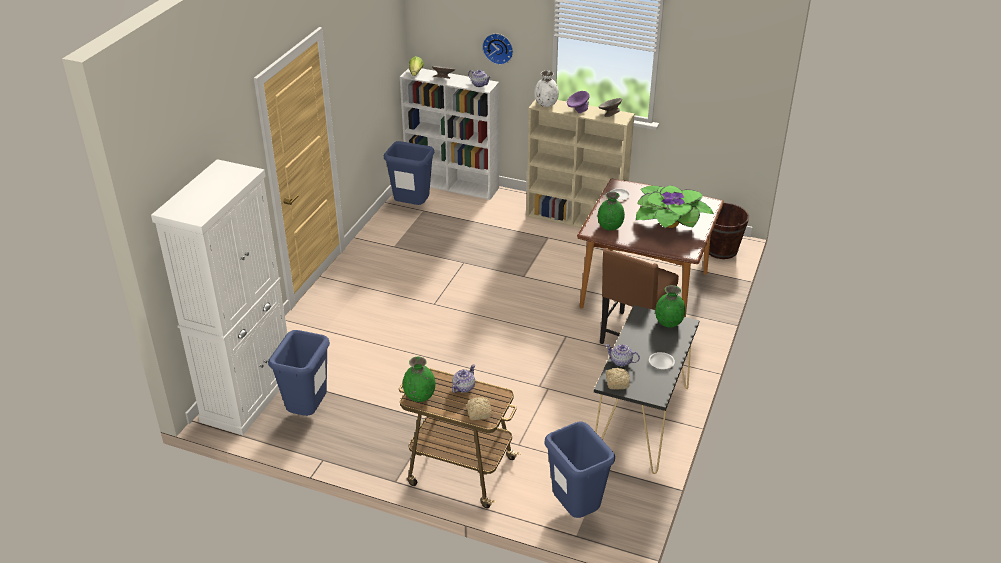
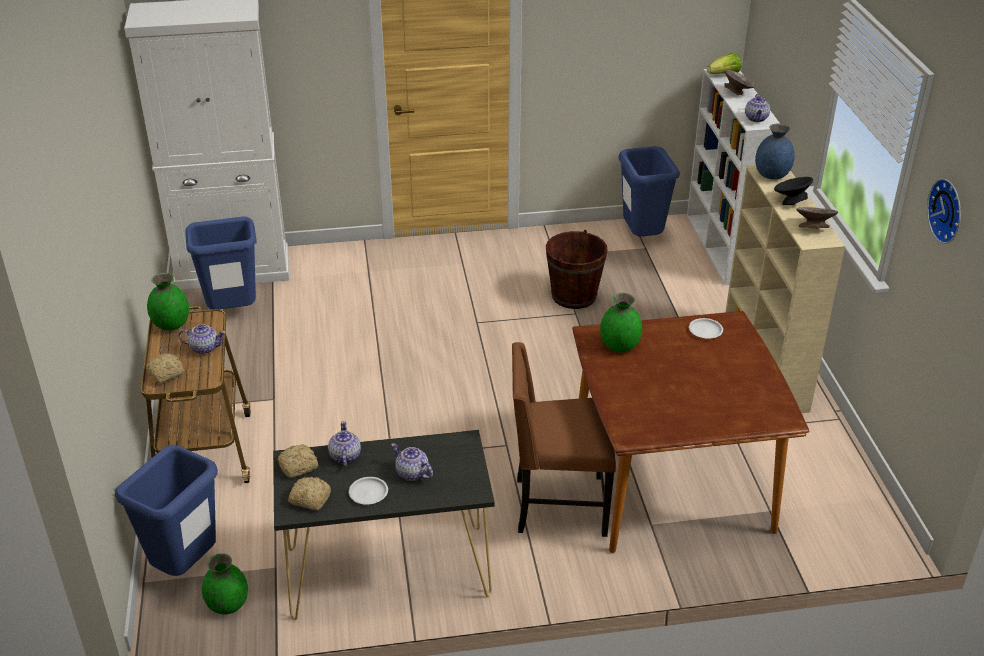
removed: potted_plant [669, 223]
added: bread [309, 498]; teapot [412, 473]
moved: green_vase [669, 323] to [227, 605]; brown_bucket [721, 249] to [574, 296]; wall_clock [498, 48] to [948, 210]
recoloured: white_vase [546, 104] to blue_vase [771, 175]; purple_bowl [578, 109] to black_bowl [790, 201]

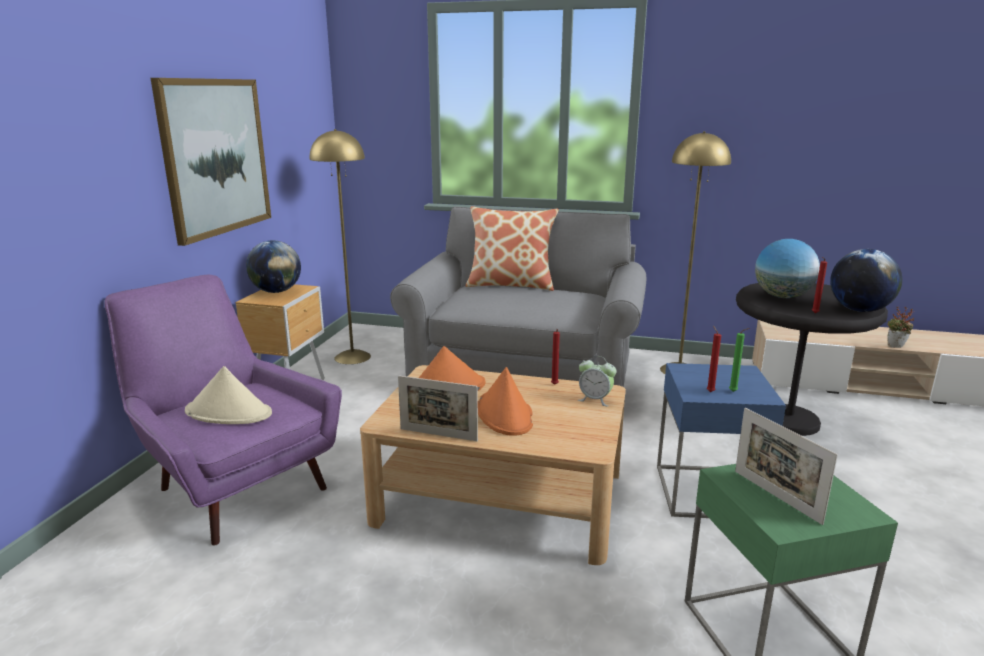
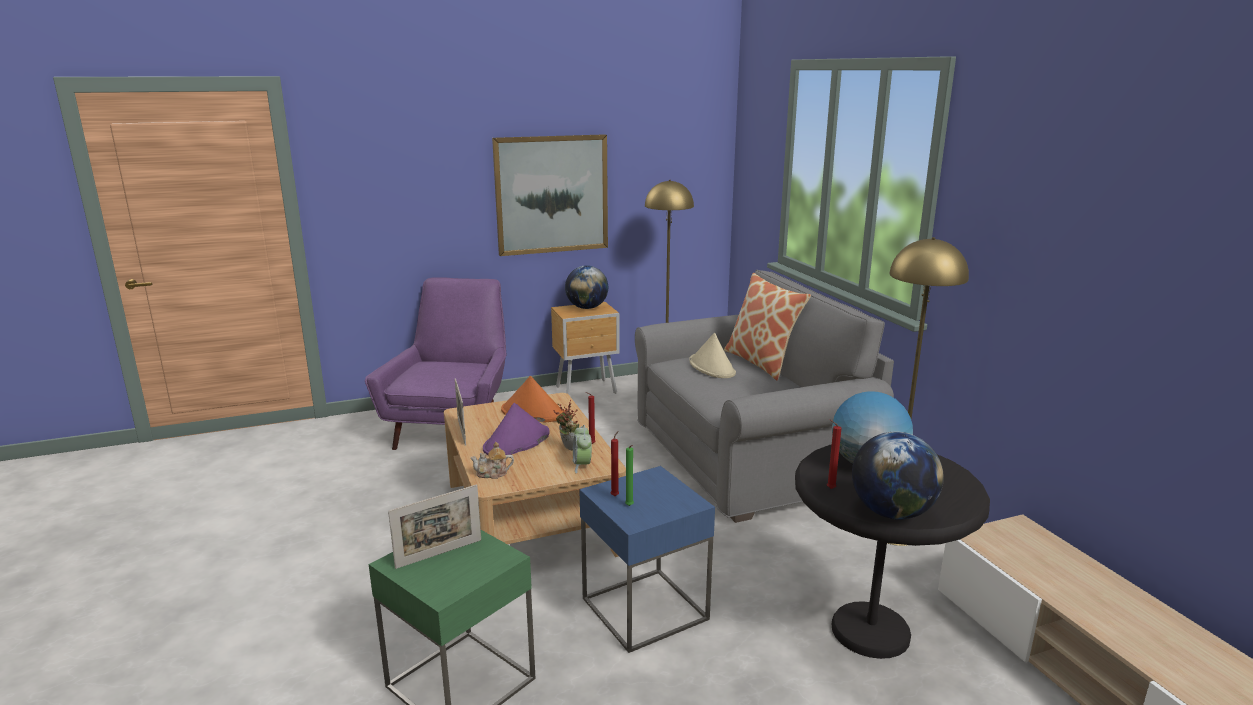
added: teapot [492, 473]
moved: potted_plant [895, 347] to [567, 448]; beige_hat [229, 412] to [712, 367]
recoloured: orange_hat [505, 414] to purple_hat [516, 442]
turned: picture_frame [776, 496] = [439, 554] 150 degrees counterclockwise

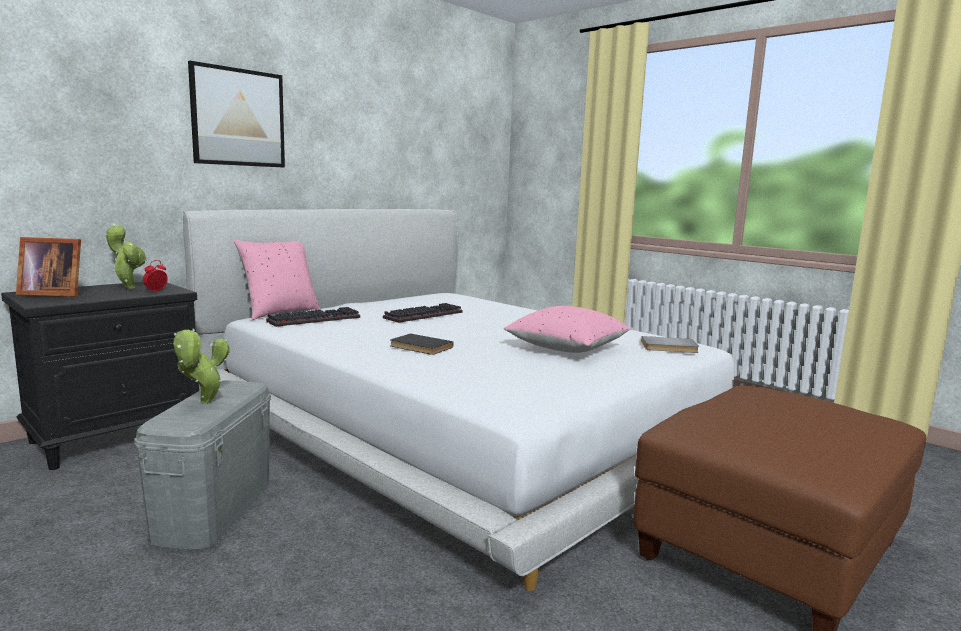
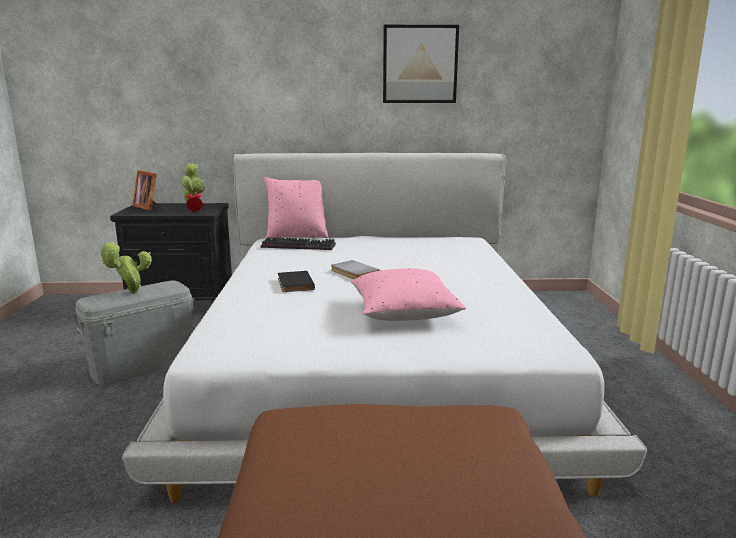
removed: keyboard [423, 315]
moved: grey_book [669, 347] to [353, 272]; picture [238, 117] to [420, 64]

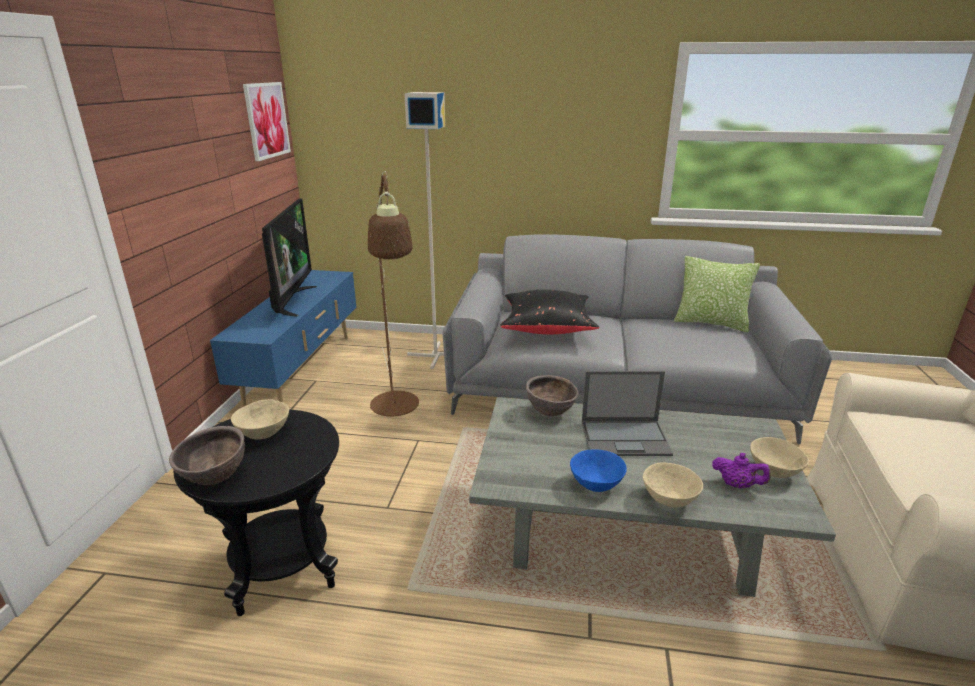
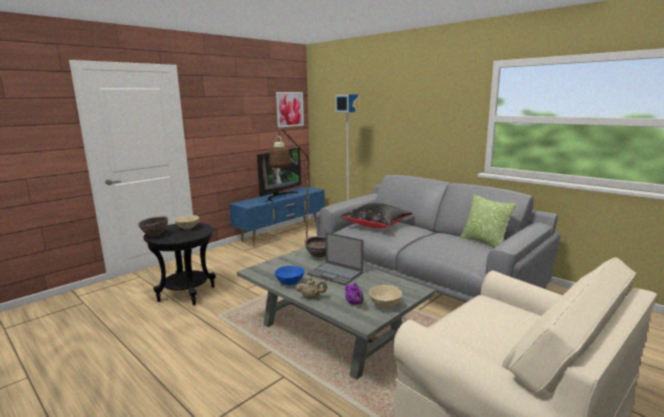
replaced: beige_bowl [669, 500] to beige_teapot [311, 297]

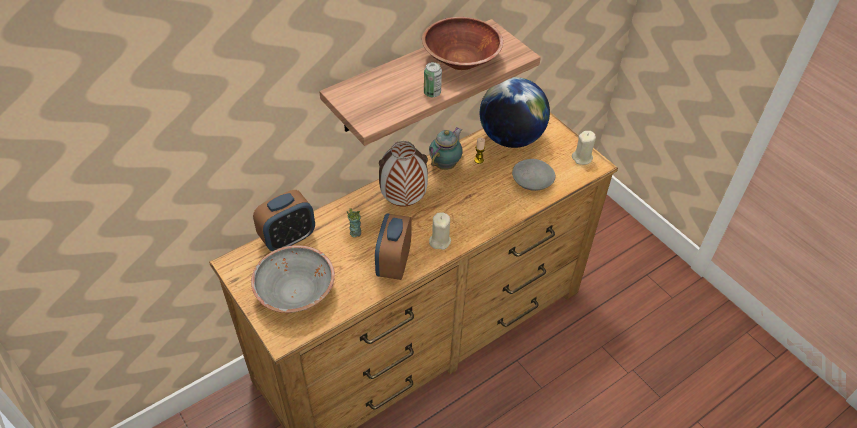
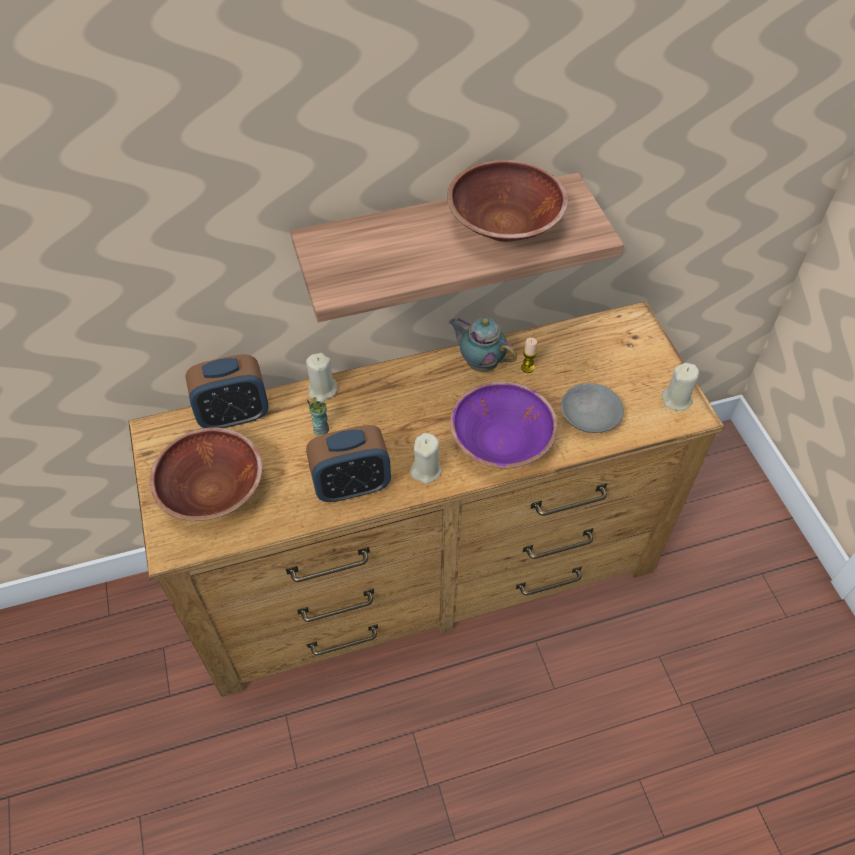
removed: vase [403, 202]; can [432, 93]; globe [511, 138]
added: beige_candle [322, 390]; purple_bowl [502, 442]
recoloured: grey_bowl [296, 292] to brown_bowl [213, 491]
turned: alarm_clock [393, 264] = [352, 486] 135 degrees counterclockwise; teapot [446, 164] = [480, 363] 105 degrees counterclockwise

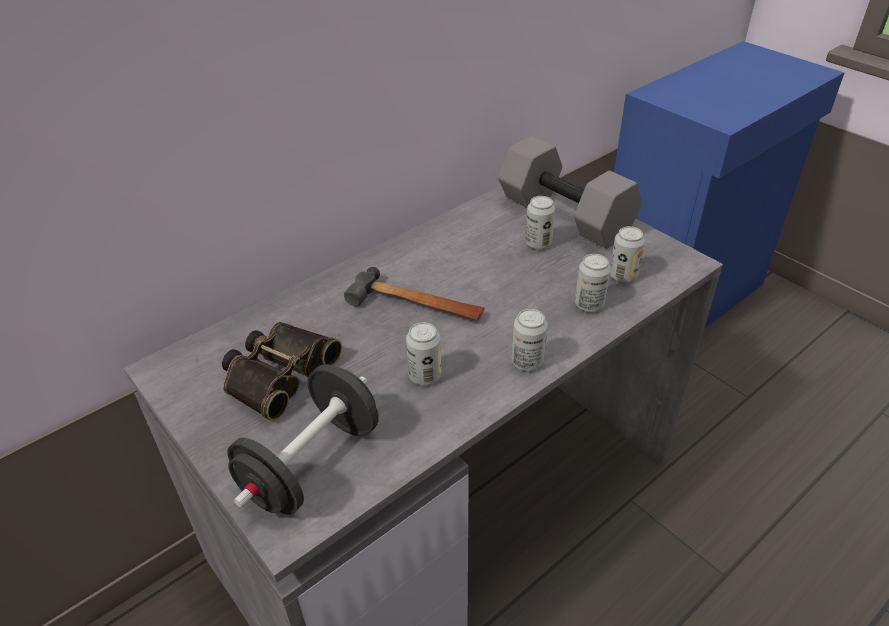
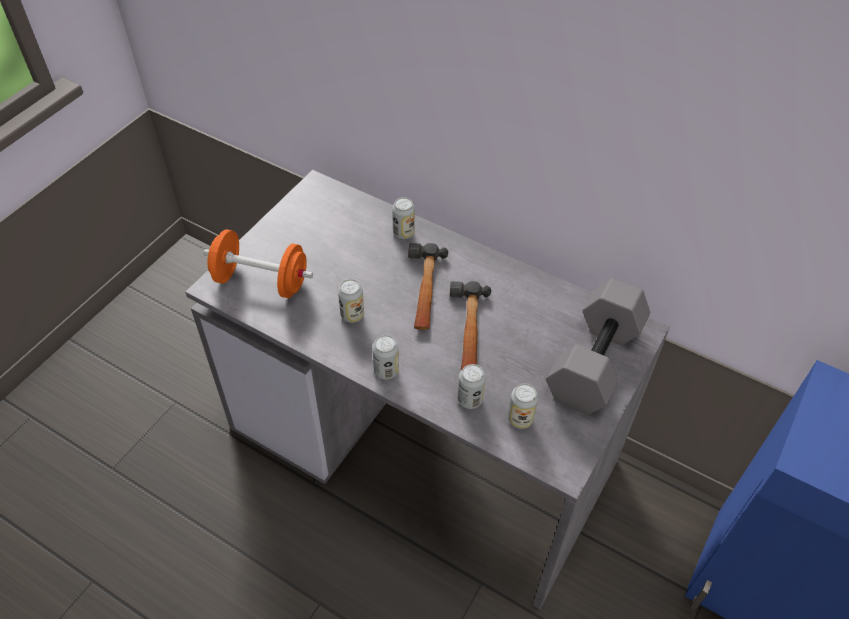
removed: binoculars [278, 374]
added: hammer [468, 331]
moved: can [538, 243] to [403, 233]
recoloured: black_dumbbell [311, 464] to orange_dumbbell [261, 281]

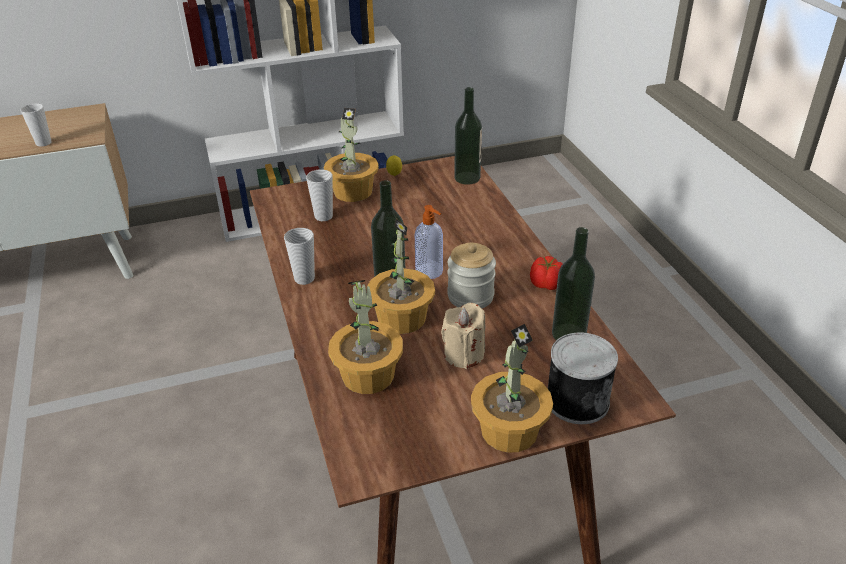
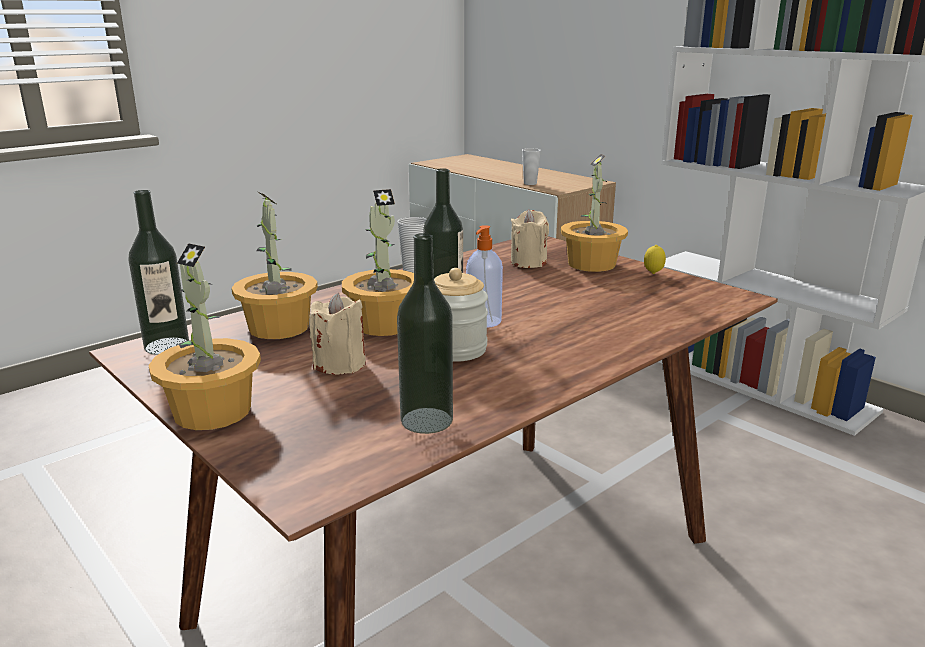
removed: tomato [546, 285]; can [576, 399]
moved: bottle [467, 178] to [167, 346]
replaced: cup [323, 216] to beige_candle [528, 262]

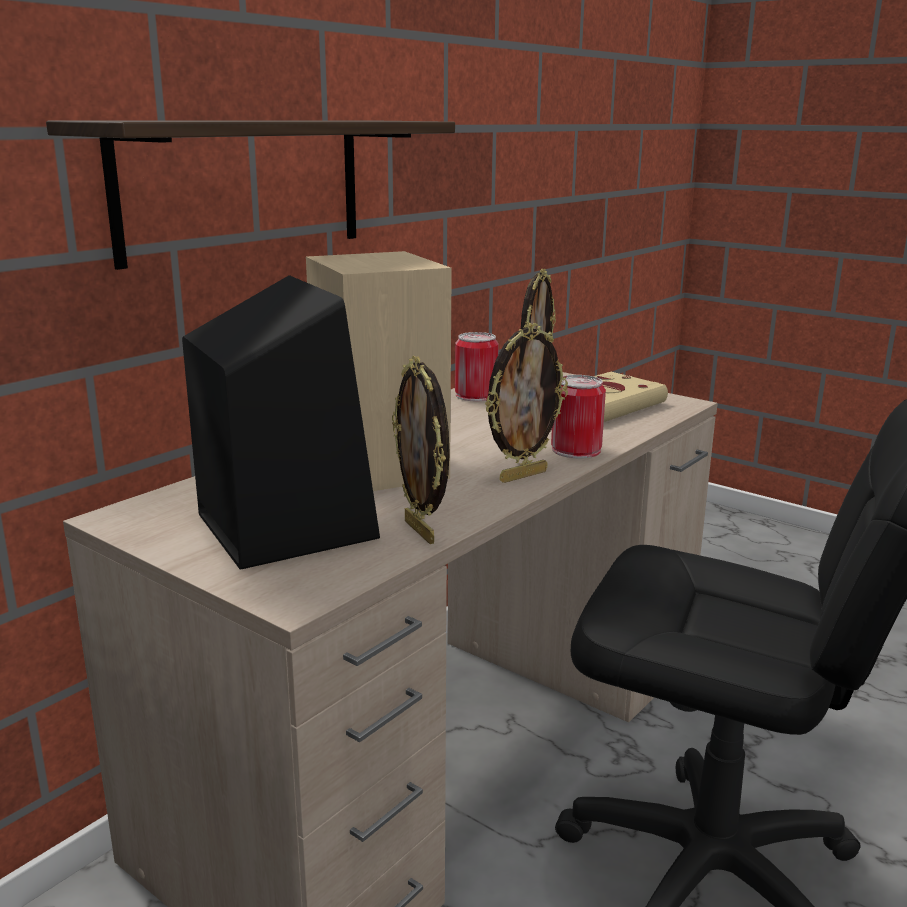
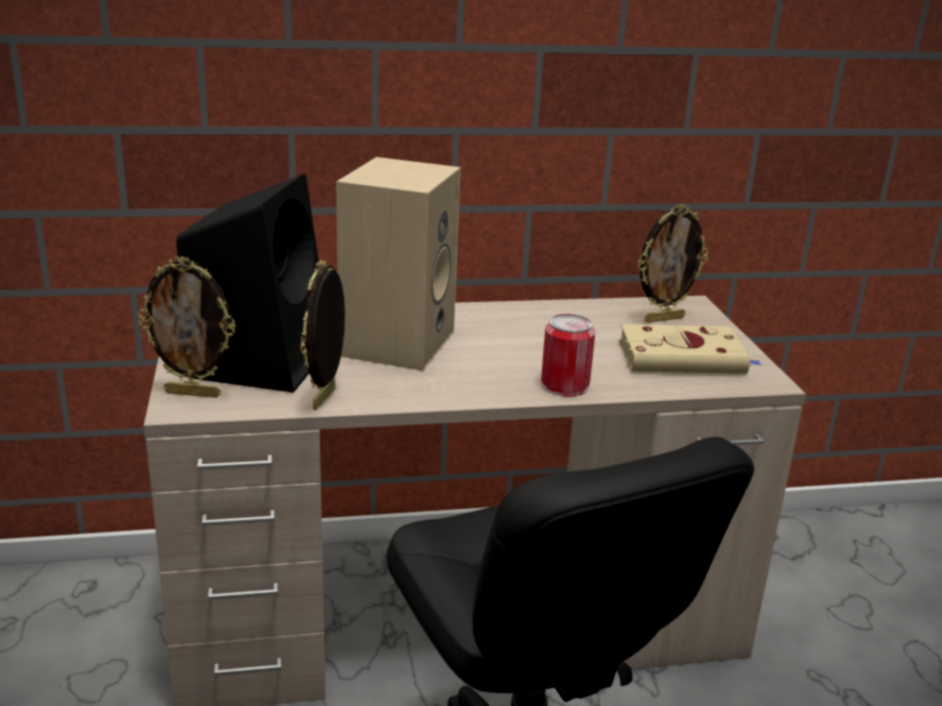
removed: shelf [244, 187]; can [476, 395]
moved: picture_frame [522, 475] to [193, 393]

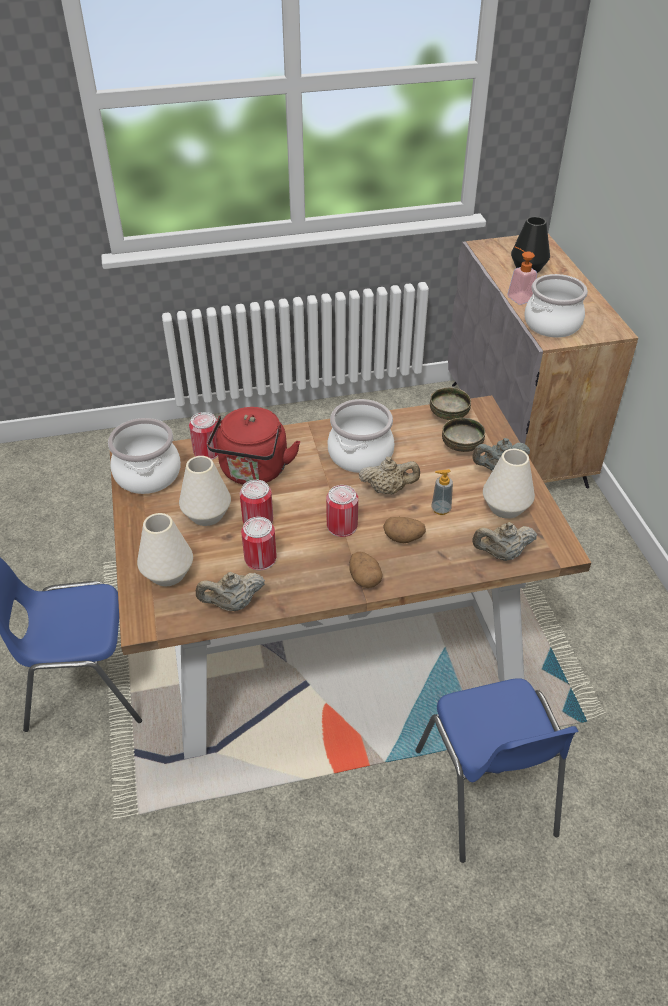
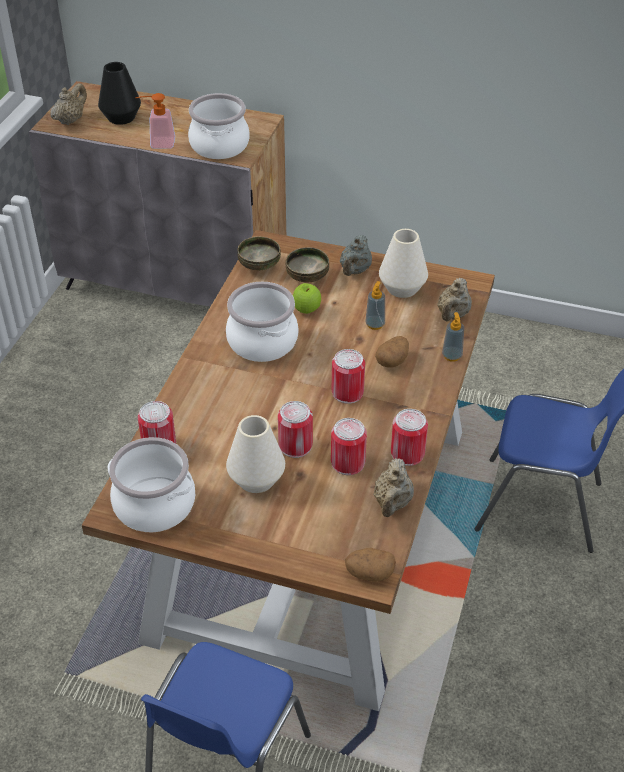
removed: white_vase [168, 573]; red_kettle [253, 472]
added: apple [306, 309]; can [407, 453]; soap_dispenser [452, 356]
moved: beige_teapot [388, 489] to [71, 120]; potato [364, 578] to [369, 573]

